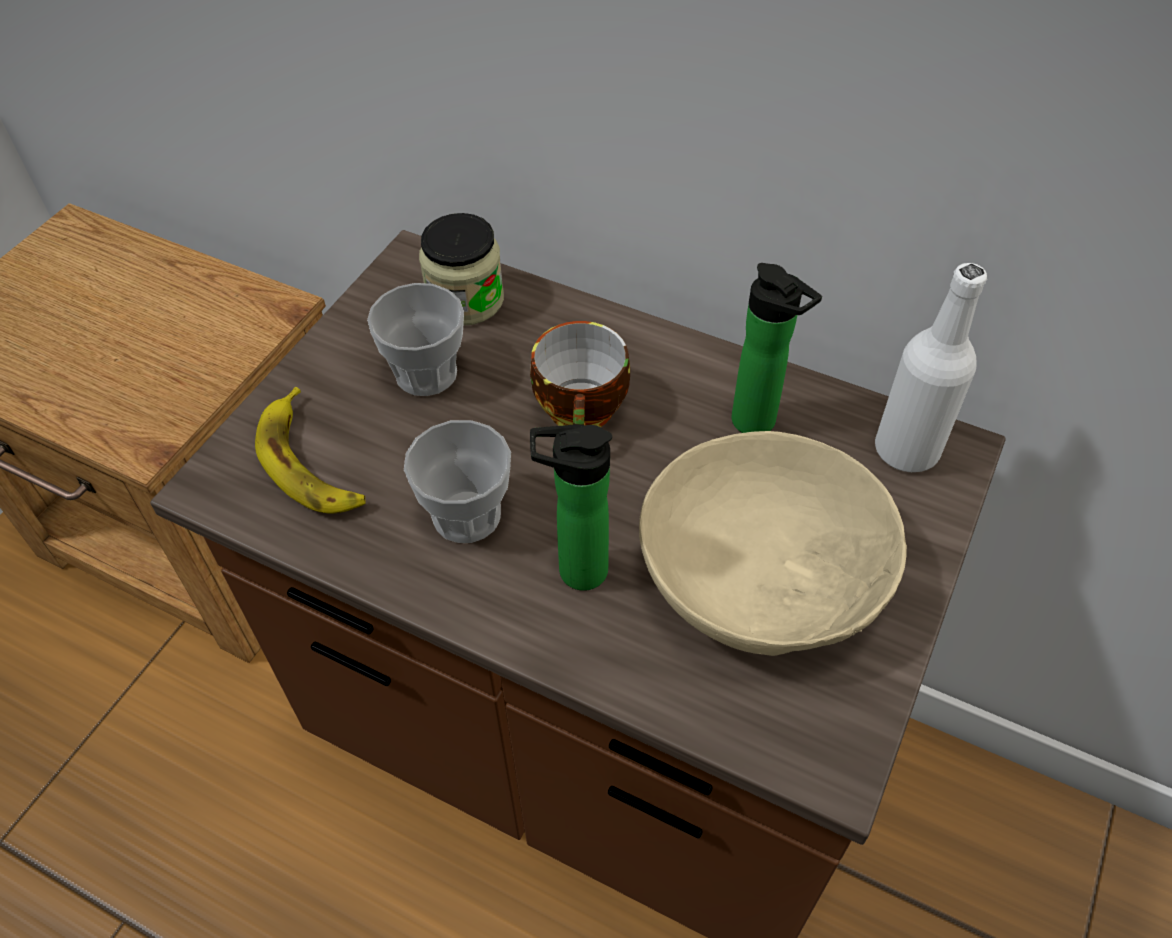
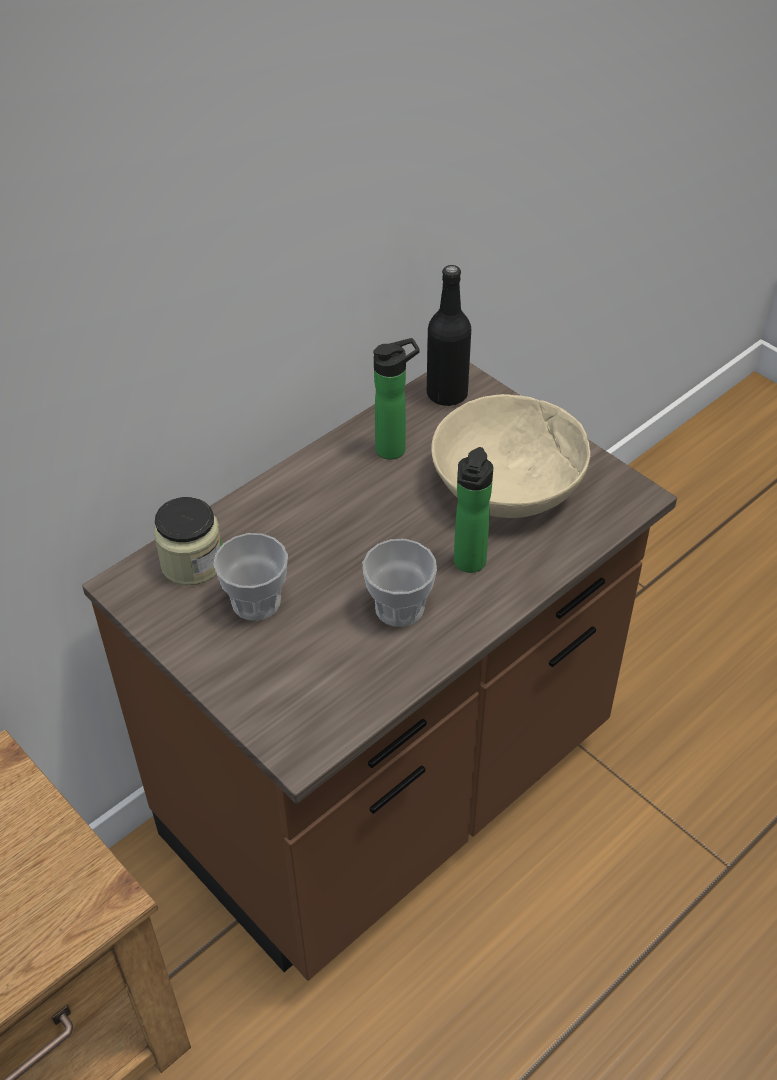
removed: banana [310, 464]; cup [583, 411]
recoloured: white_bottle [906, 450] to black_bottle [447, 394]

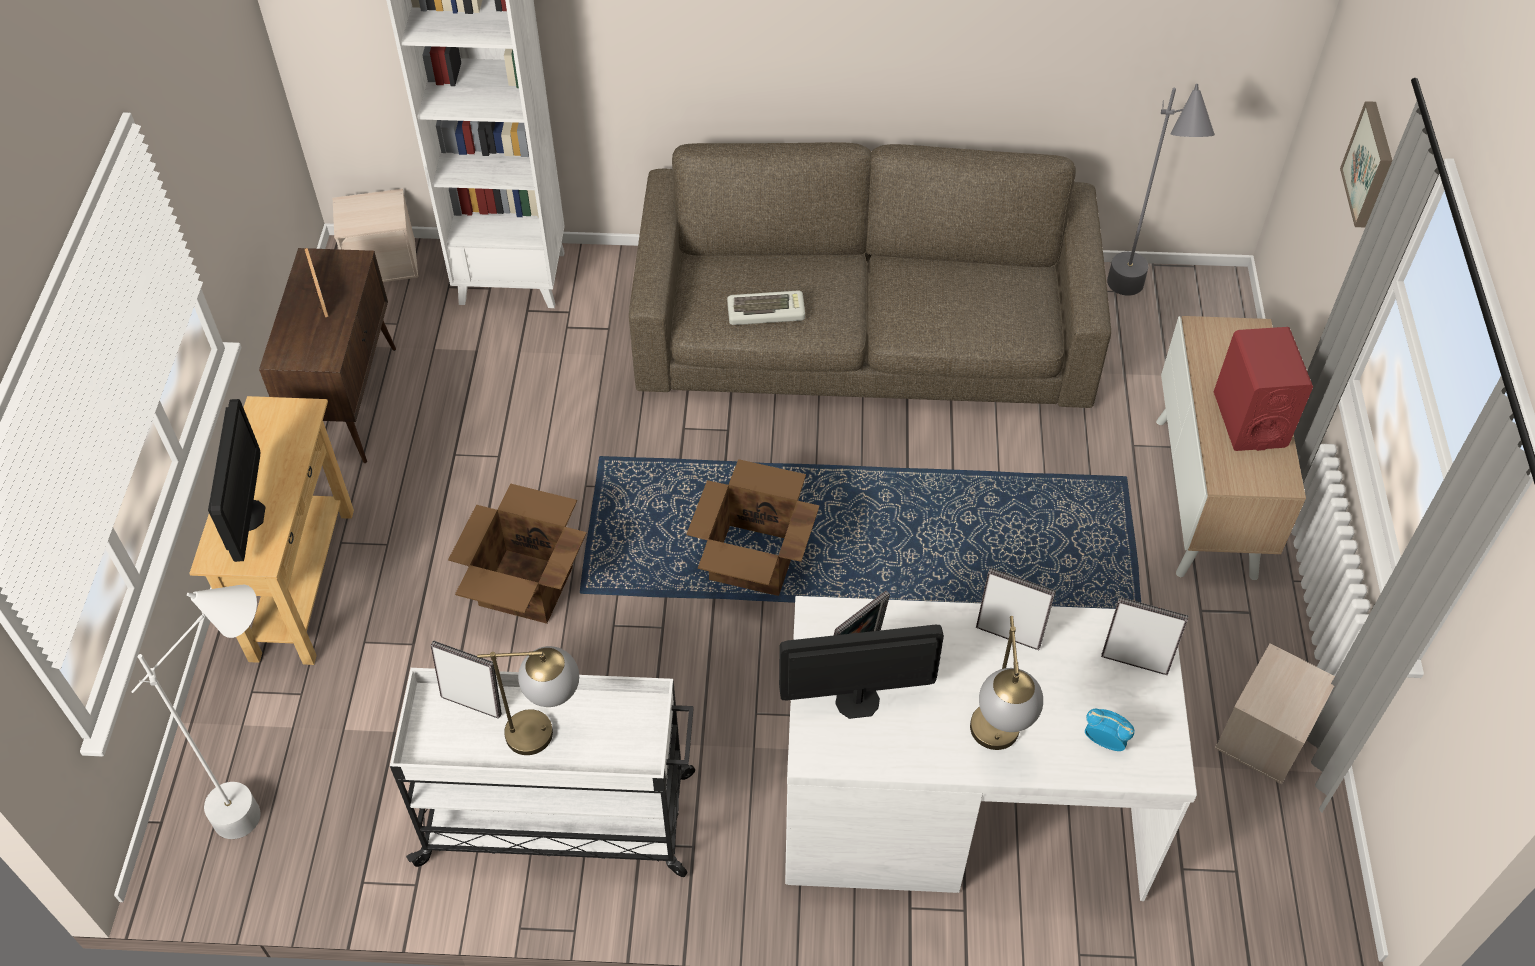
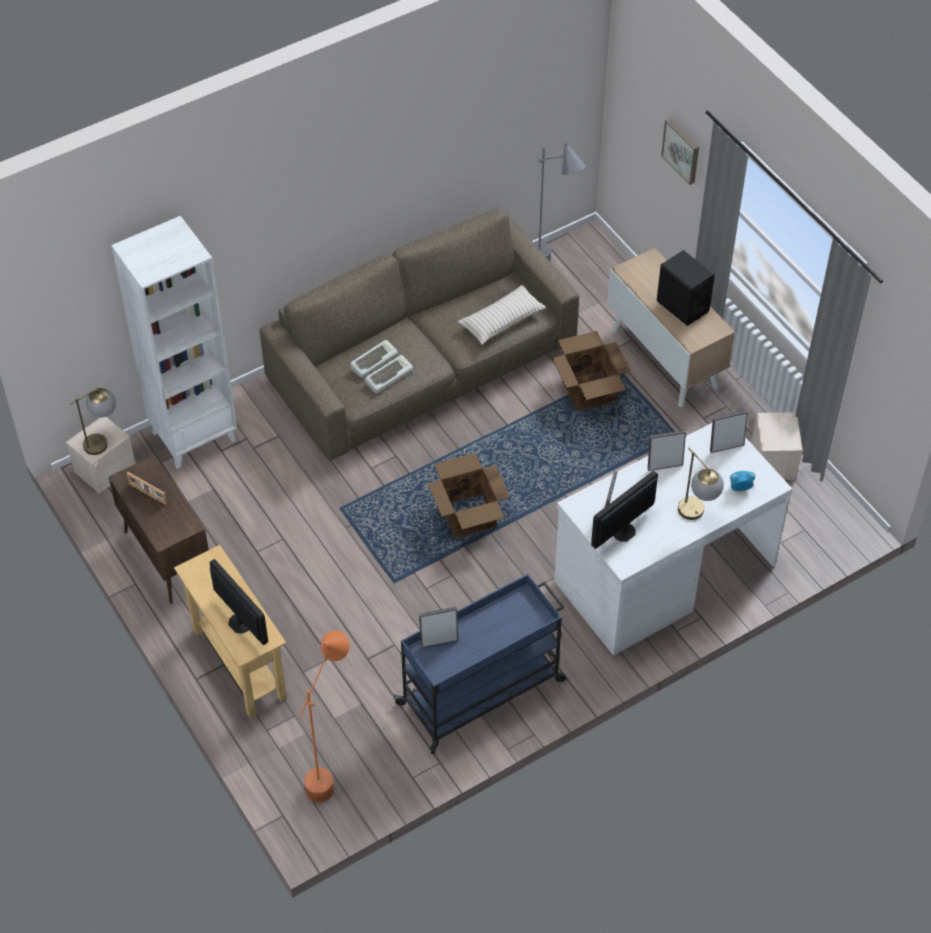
added: keyboard [373, 361]; beige_pillow [501, 321]
moved: table_lamp [547, 732] to [103, 440]; cardboard_box [525, 587] to [589, 391]
recoloured: white_floor_lamp [275, 799] to orange_floor_lamp [331, 770]; white_cart [561, 818] to blue_cart [482, 691]; red_speaker [1249, 419] to black_speaker [682, 306]

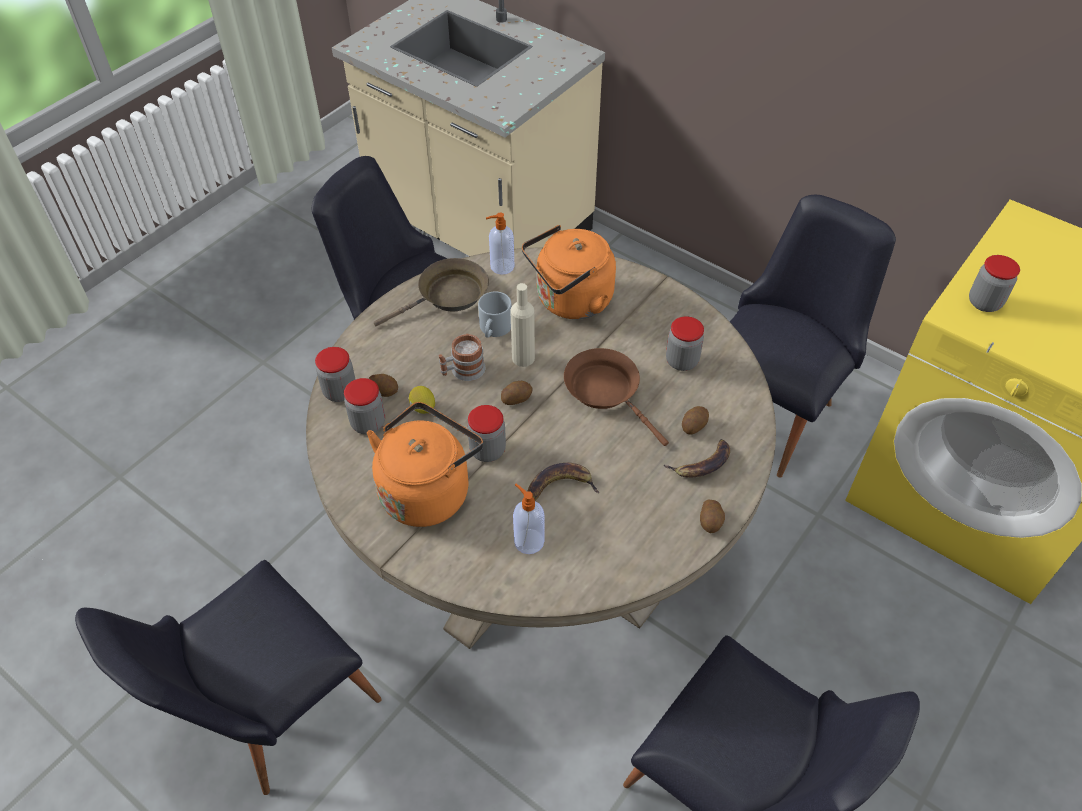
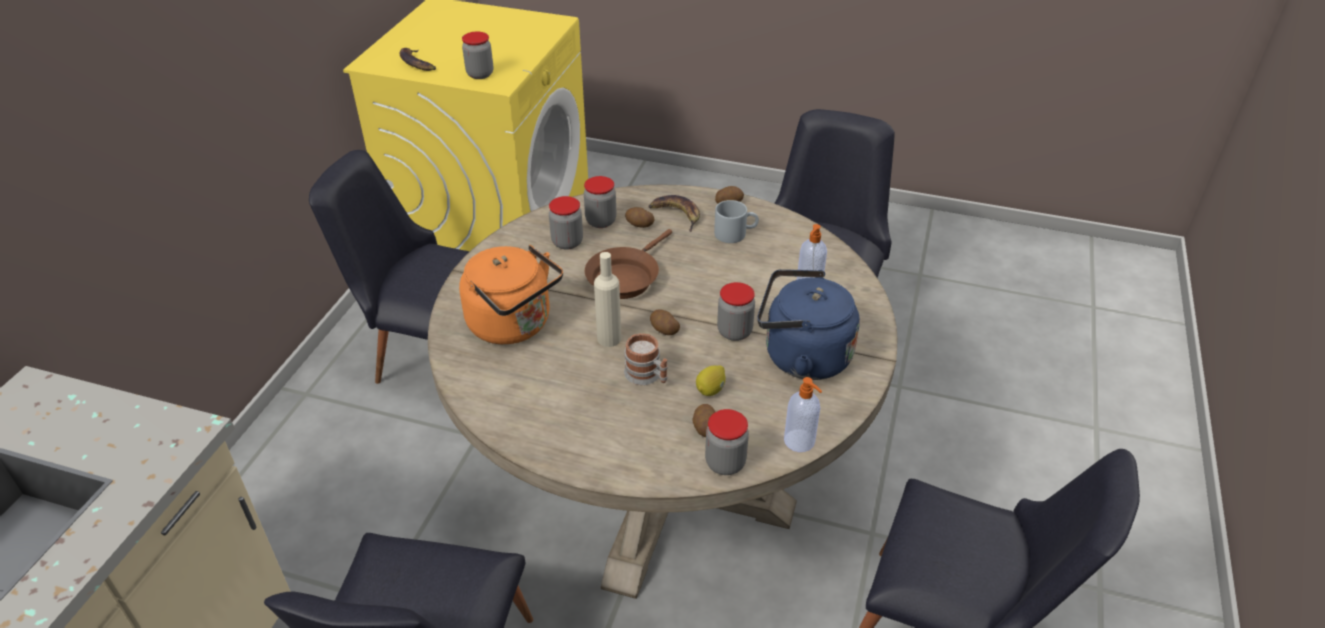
removed: brown_frying_pan [448, 296]
moved: banana [560, 486] to [416, 63]; jar [368, 423] to [601, 221]; grey_mug [494, 329] to [735, 233]; soap_dispenser [501, 266] to [800, 441]
recoloured: orange_kettle [427, 490] to blue_kettle [801, 356]

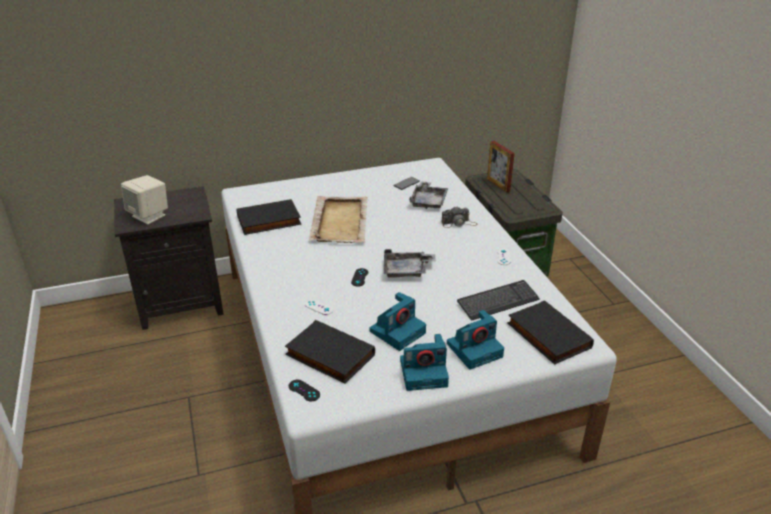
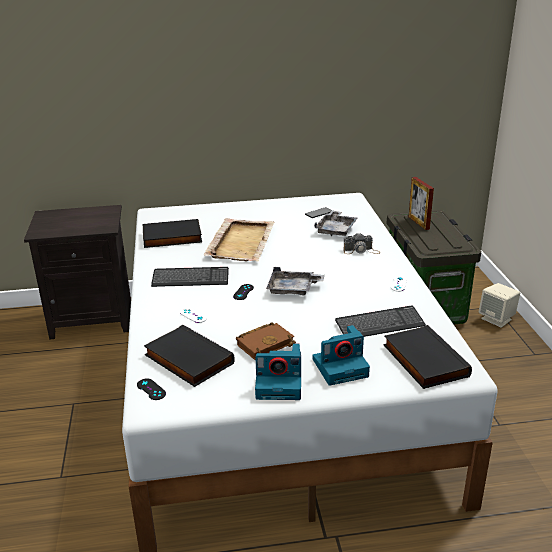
added: keyboard [190, 278]
moved: beige_speaker [149, 216] to [497, 319]
replaced: photo_camera [398, 331] to brown_book [265, 343]

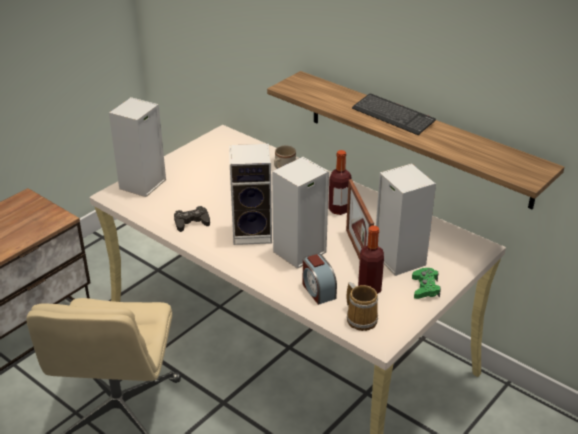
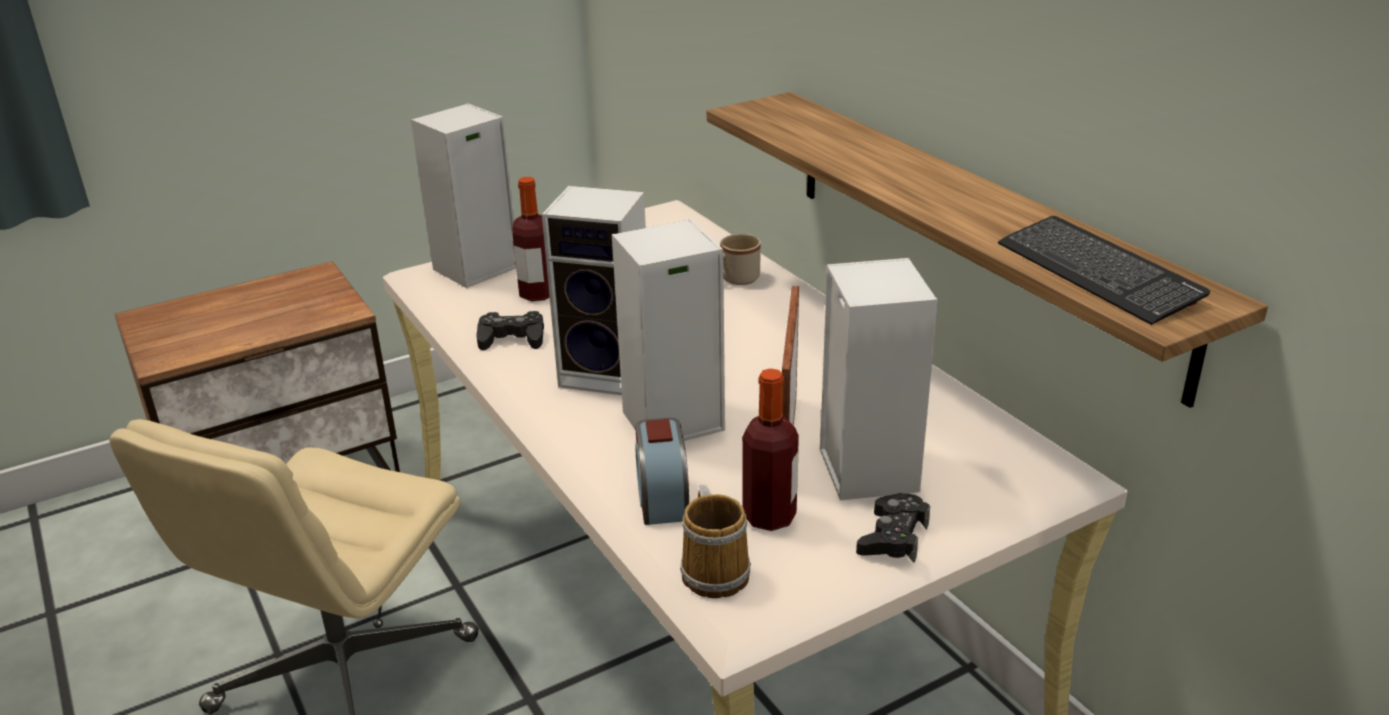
moved: bottle [339, 209] to [537, 294]; keyboard [393, 116] to [1097, 272]
recoloured: green_game_controller [425, 288] to black_game_controller [893, 537]

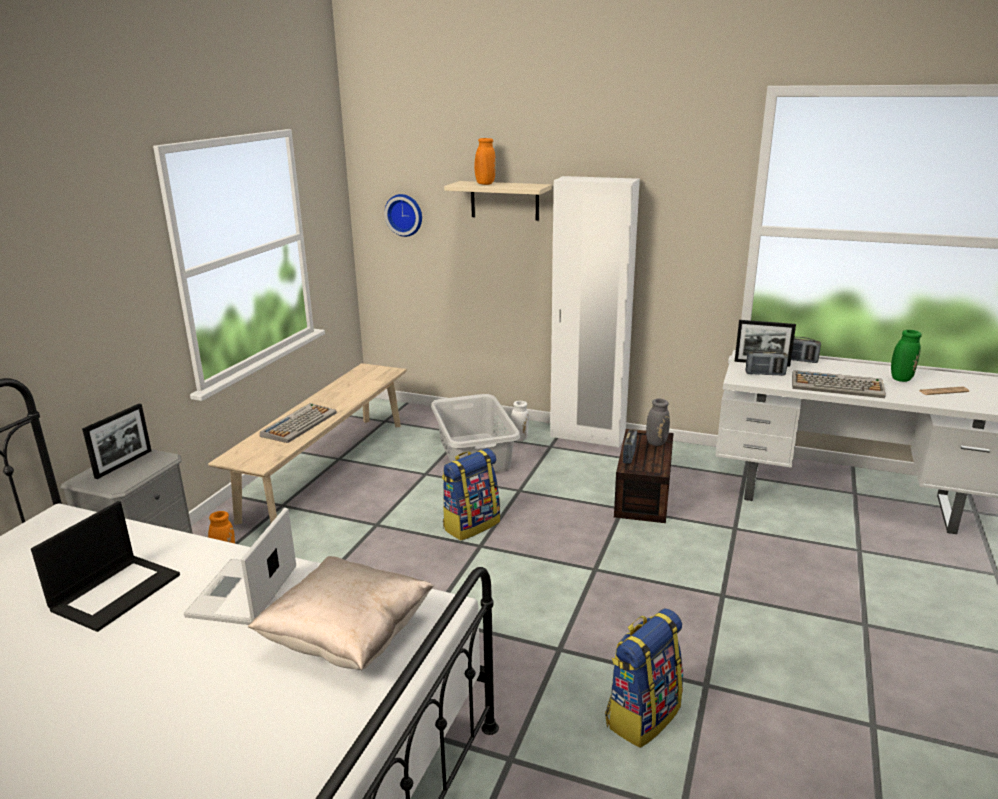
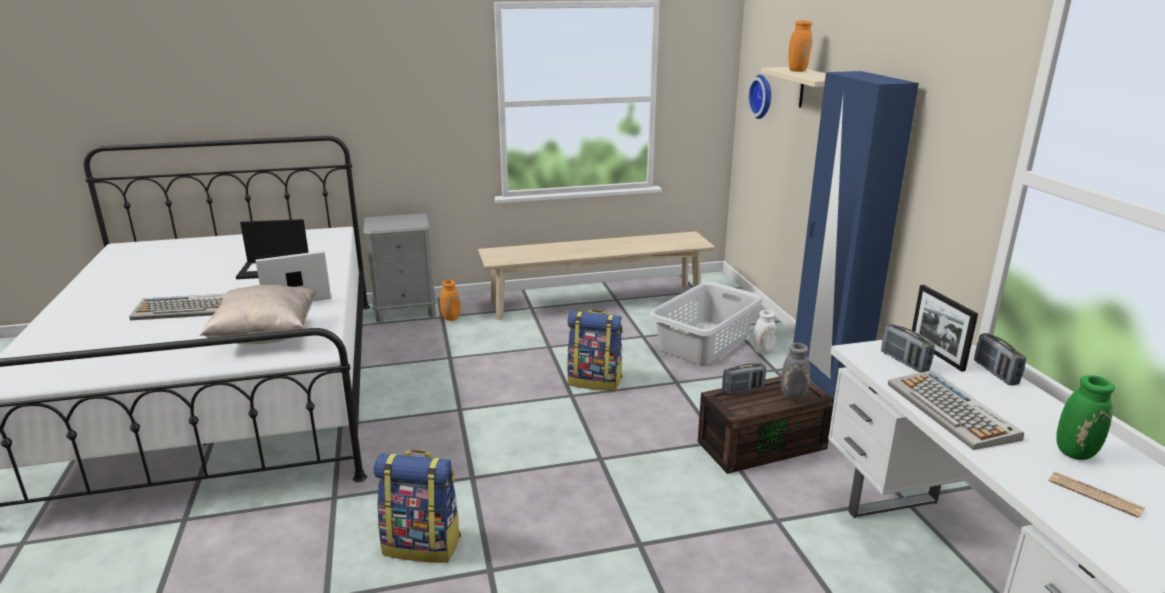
removed: picture_frame [124, 464]
moved: keyboard [299, 424] to [186, 309]
recoloured: white_wardrobe [587, 436] to blue_wardrobe [826, 381]

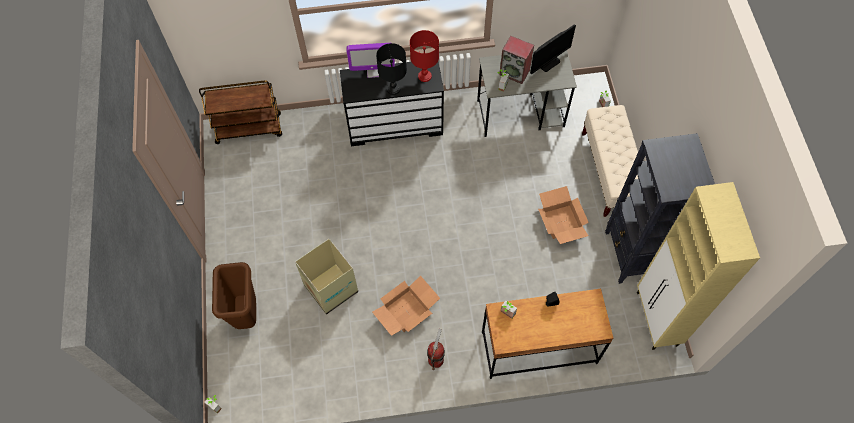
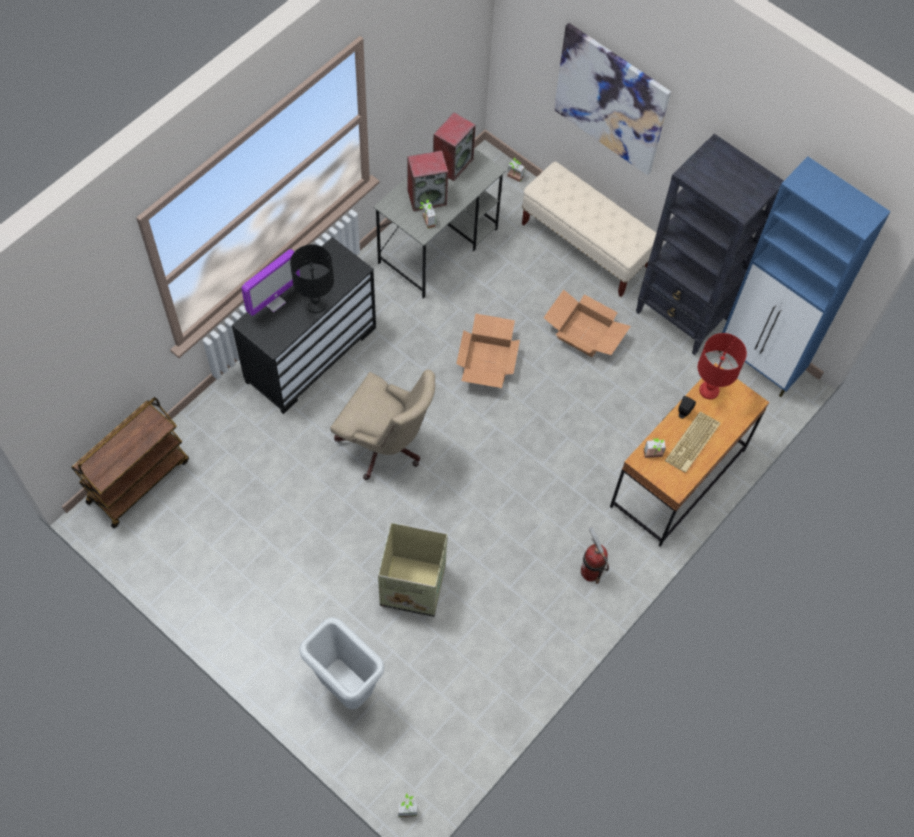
added: beige_office_chair [386, 445]; picture [611, 99]; keyboard [693, 443]
moved: cardboard_box [406, 310] to [486, 360]; red_table_lamp [425, 76] to [709, 390]
replaced: monitor [548, 62] to speaker [452, 163]
recoloured: brown_trash_can [247, 315] to white_trash_can [347, 687]; beige_cabinet [657, 319] to blue_cabinet [759, 364]

